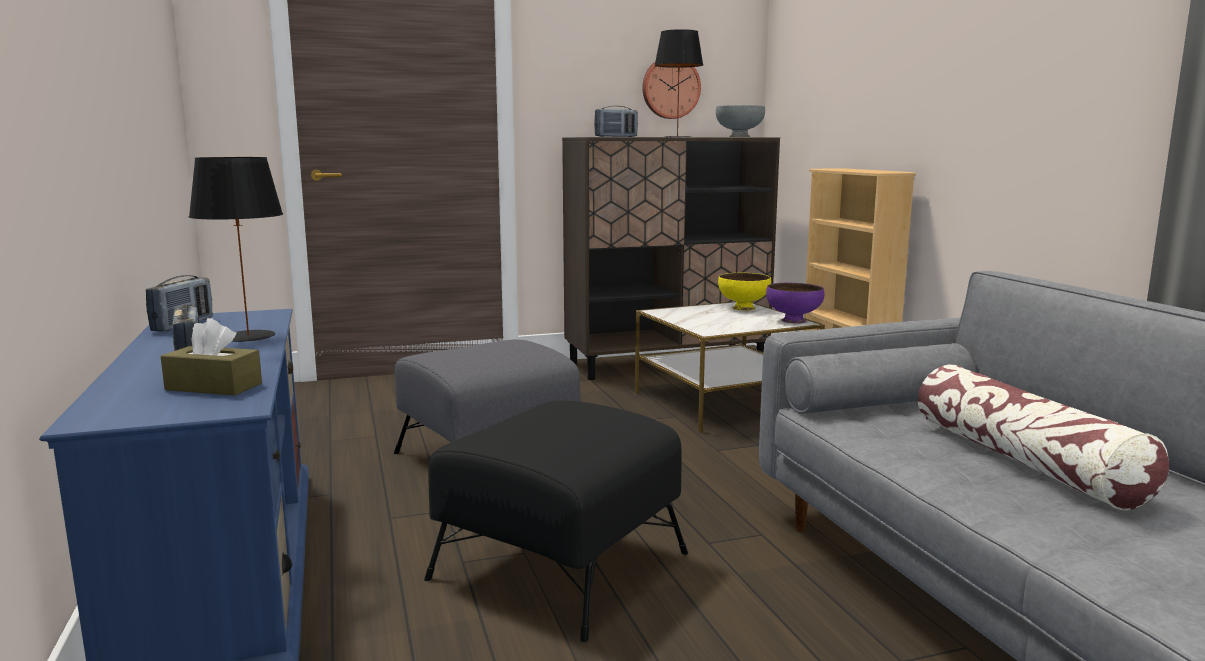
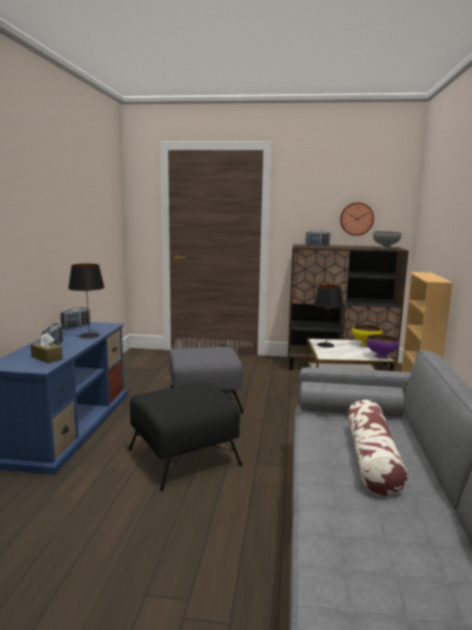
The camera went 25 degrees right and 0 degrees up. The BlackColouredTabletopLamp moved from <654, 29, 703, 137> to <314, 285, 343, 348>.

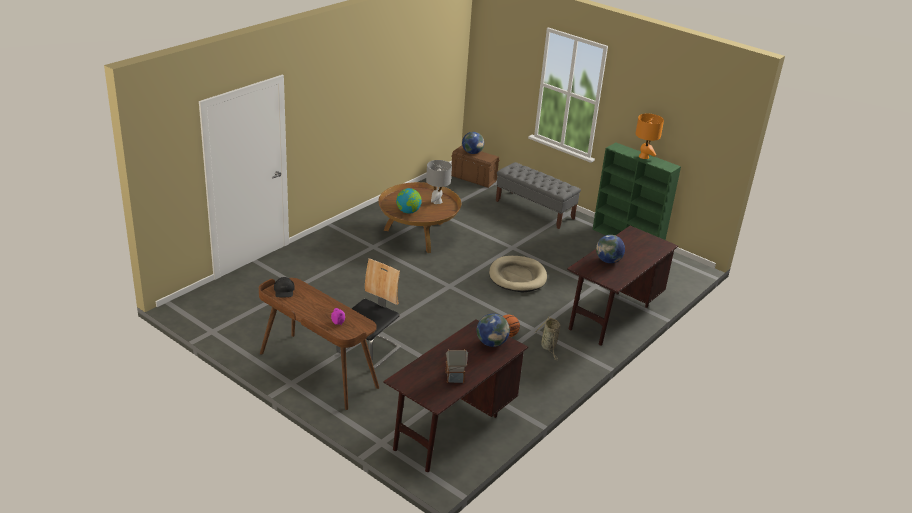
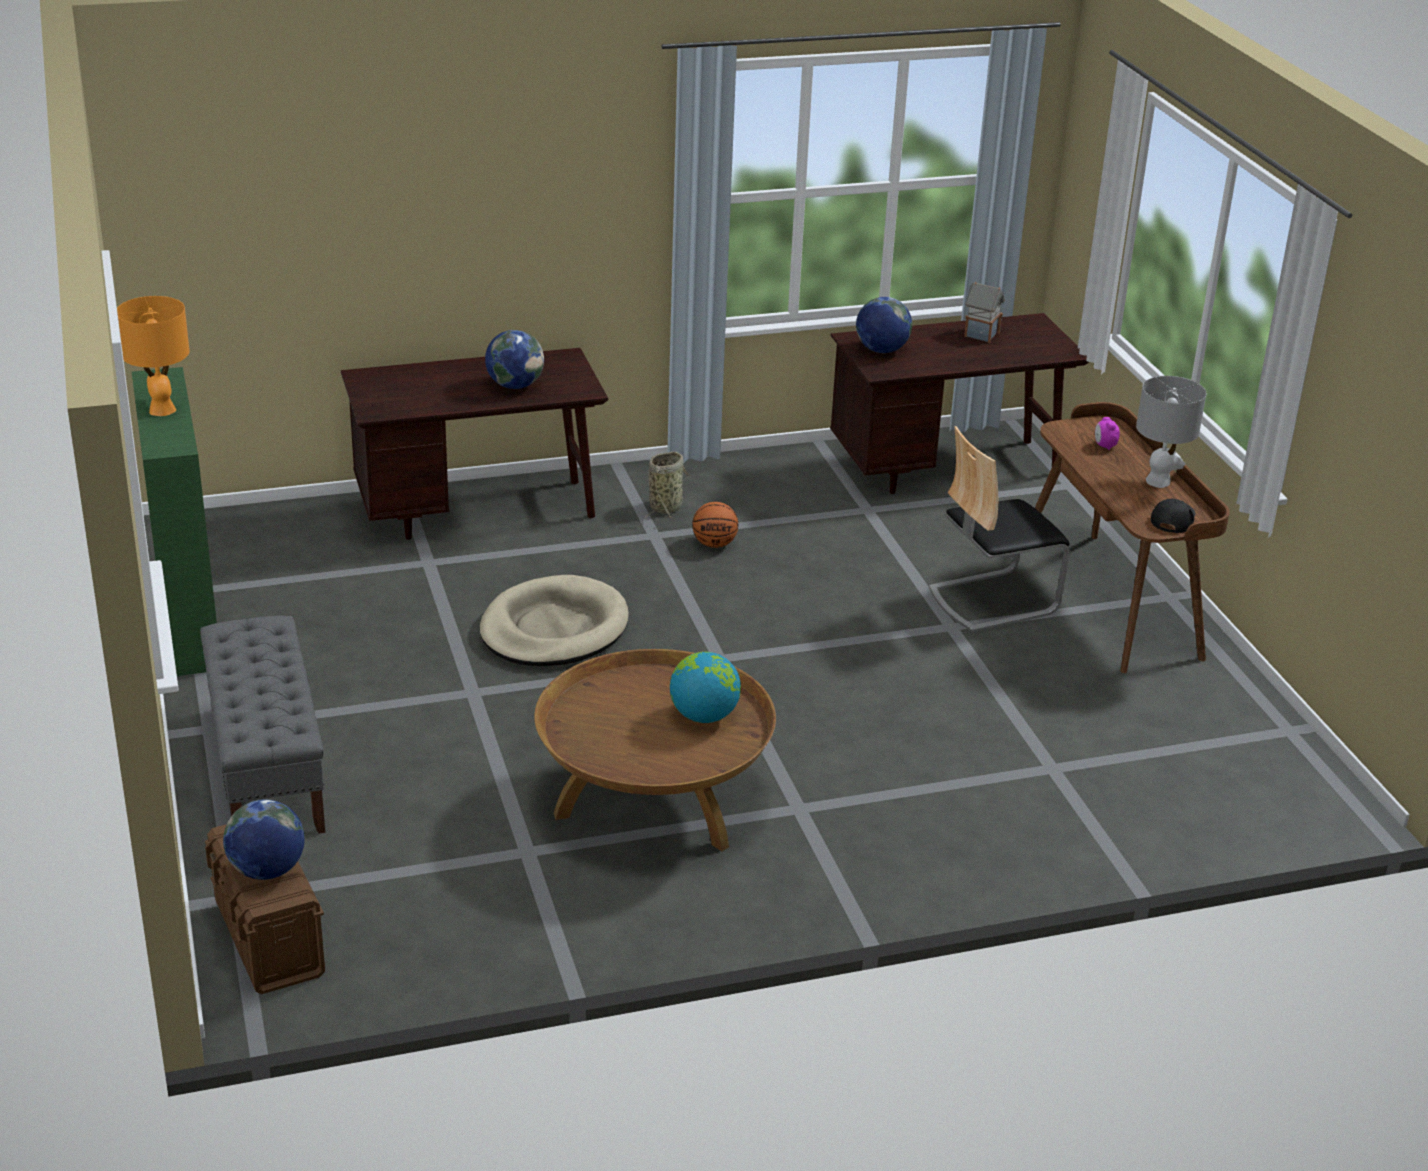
The camera went 145 degrees left and 0 degrees up. The GrayTabletopLamp moved from <426, 160, 452, 204> to <1136, 376, 1206, 488>.

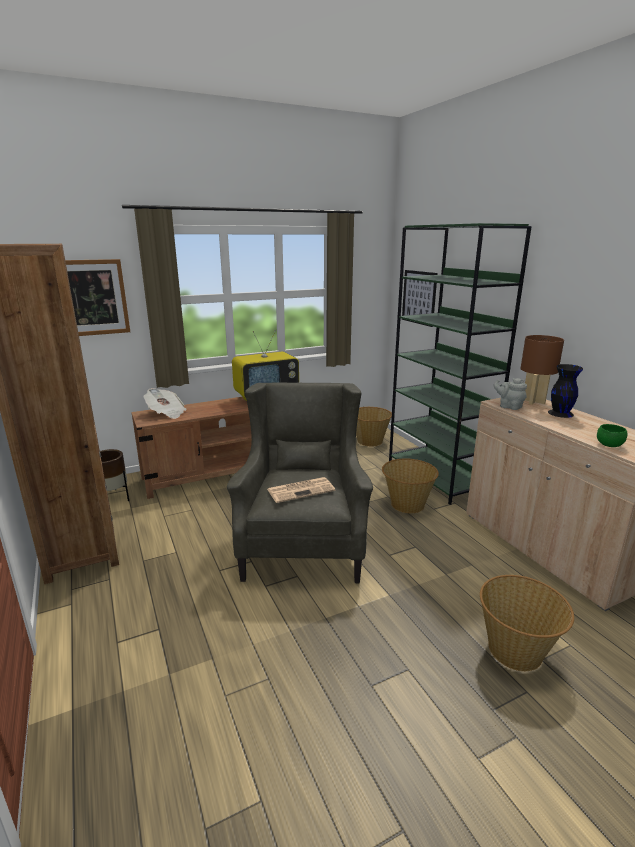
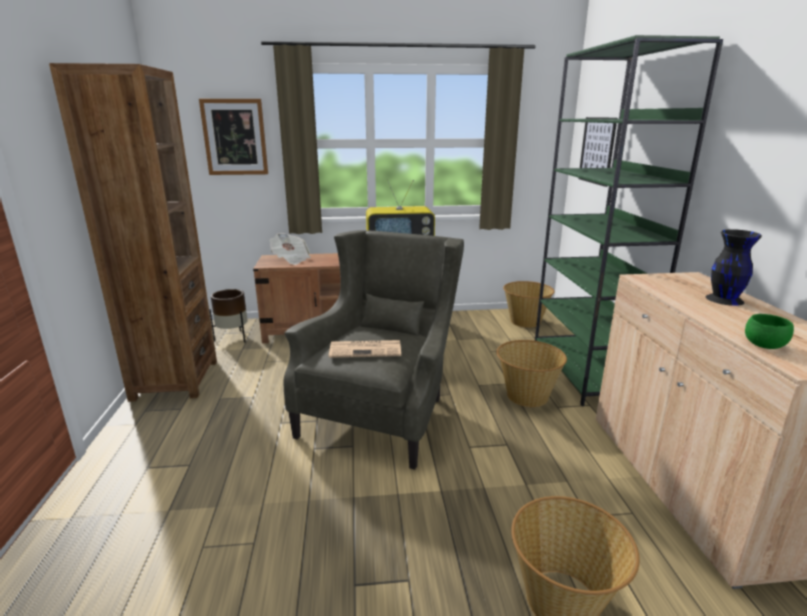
The camera went 20 degrees right and 0 degrees up. The GrayTeapot at <493, 378, 527, 410> disappeared. The BrownTabletopLamp at <520, 335, 564, 405> disappeared.

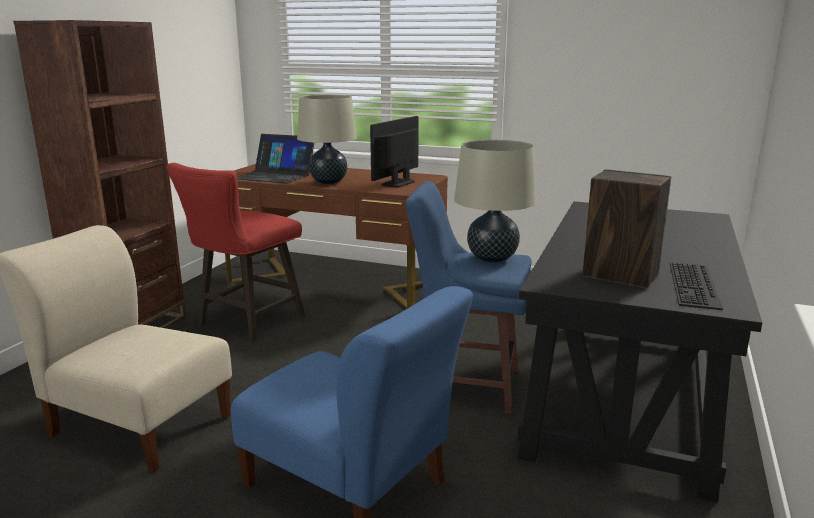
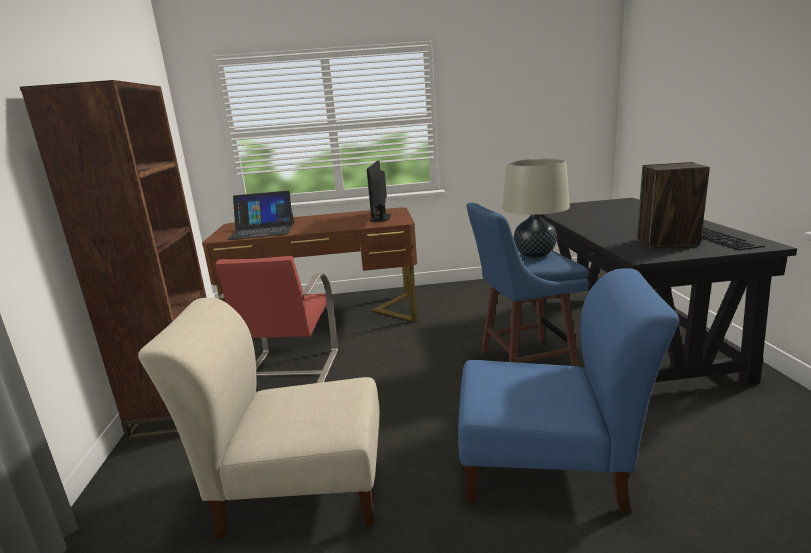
The camera went 25 degrees left and 0 degrees up. The RedColouredStool at <166, 163, 306, 342> was replaced by the RedColouredUprightChair at <215, 256, 338, 383>. The BeigeColouredTabletopLamp at <297, 95, 357, 184> disappeared.

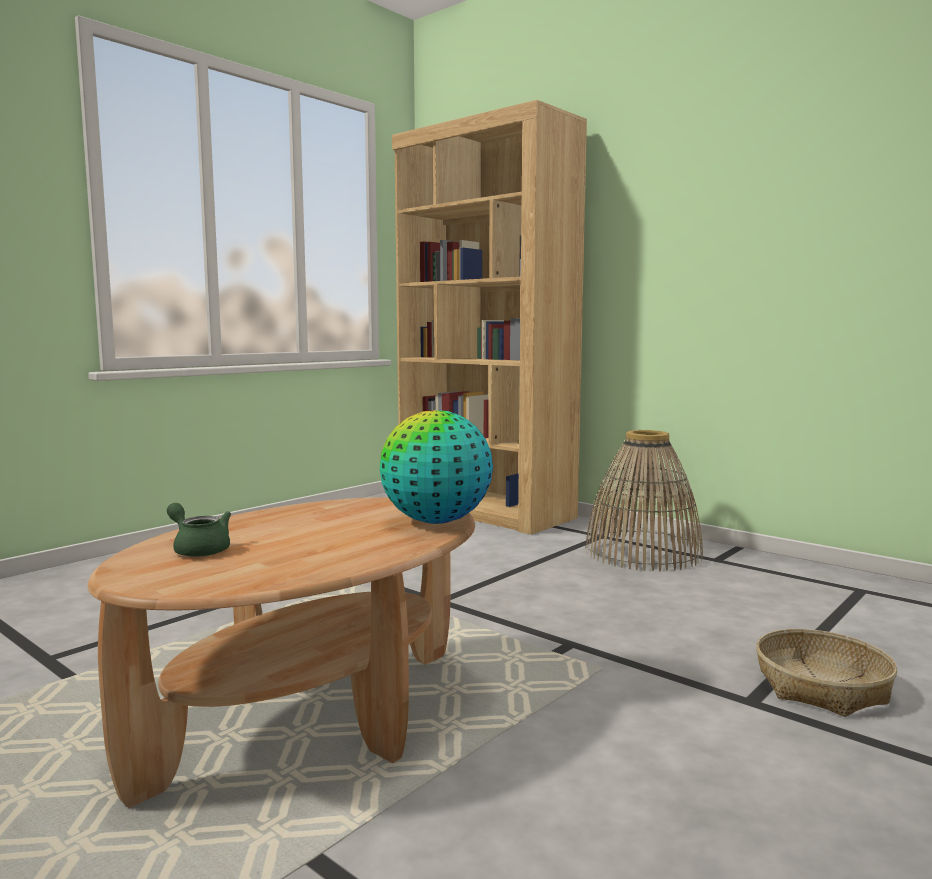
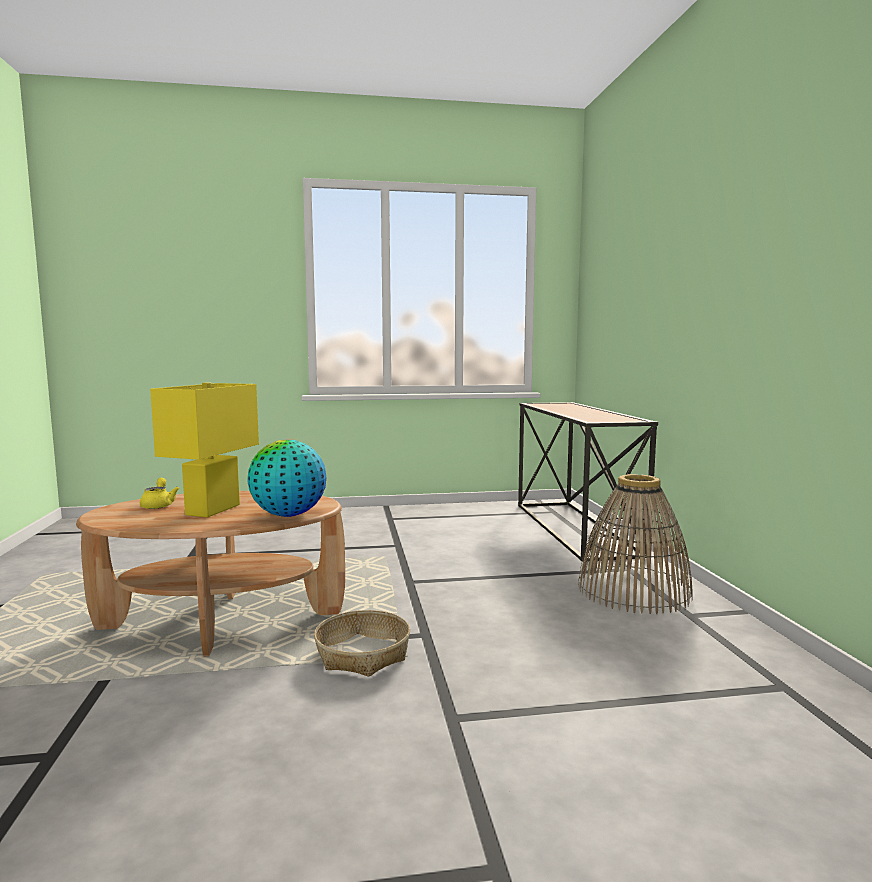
The camera went 40 degrees right and 0 degrees up. The GreenColouredTeapot at <167, 503, 231, 557> became the YellowTeapot at <140, 478, 179, 509>. The YellowTabletopLamp at <150, 383, 259, 517> appeared. The StorageBasket moved from <756, 629, 897, 717> to <314, 610, 410, 677>. The BrownShelvingUnit at <392, 100, 587, 535> was replaced by the NarrowTable at <518, 402, 658, 562>.

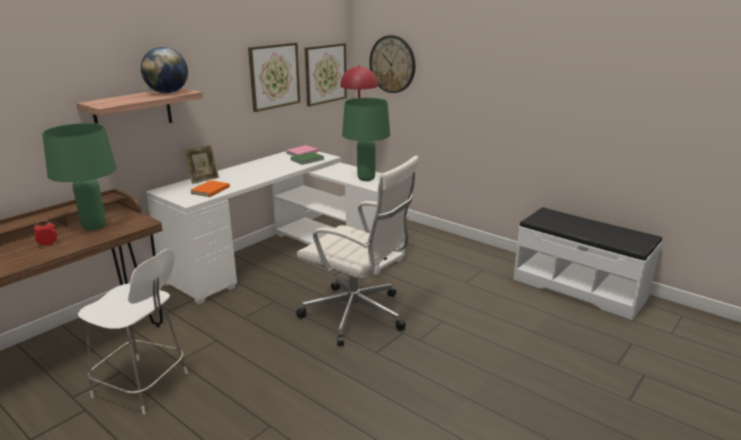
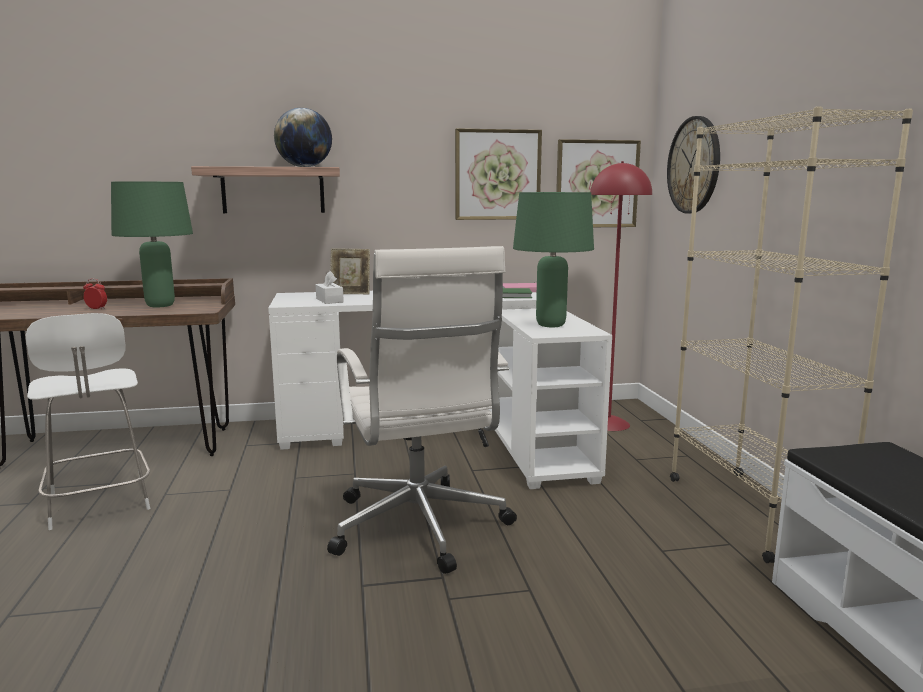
The camera went 40 degrees right and 10 degrees down. The OrangeColouredBoundBook at <190, 180, 230, 197> was replaced by the WhiteColouredTissueHolder at <316, 271, 344, 304>. The BeigeColouredShelvingUnit at <670, 106, 913, 563> appeared.

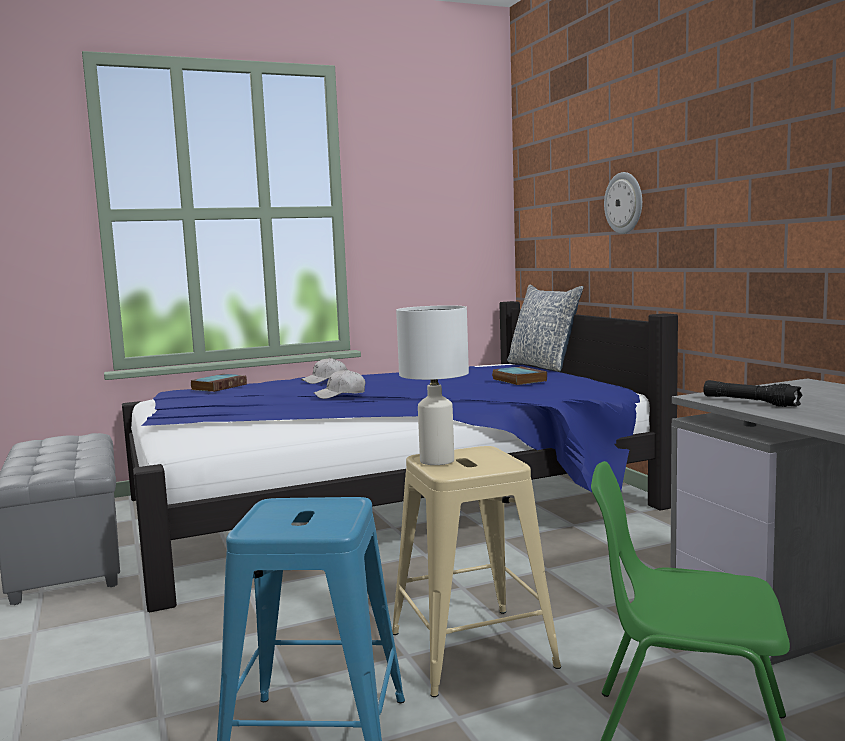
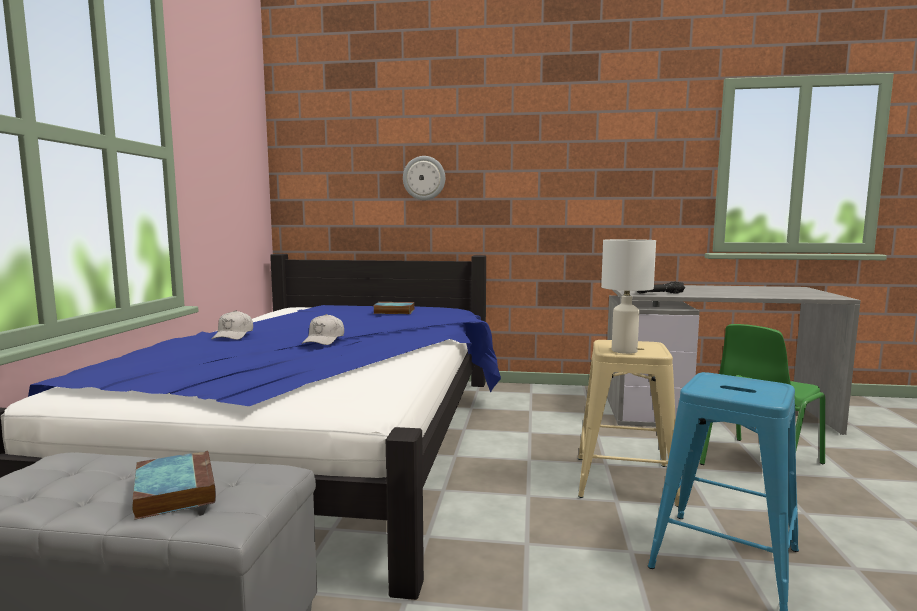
The camera went 60 degrees left and 0 degrees up. The BoundBook moved from <190, 374, 247, 392> to <132, 451, 216, 520>. The Pillow at <507, 285, 584, 372> disappeared.

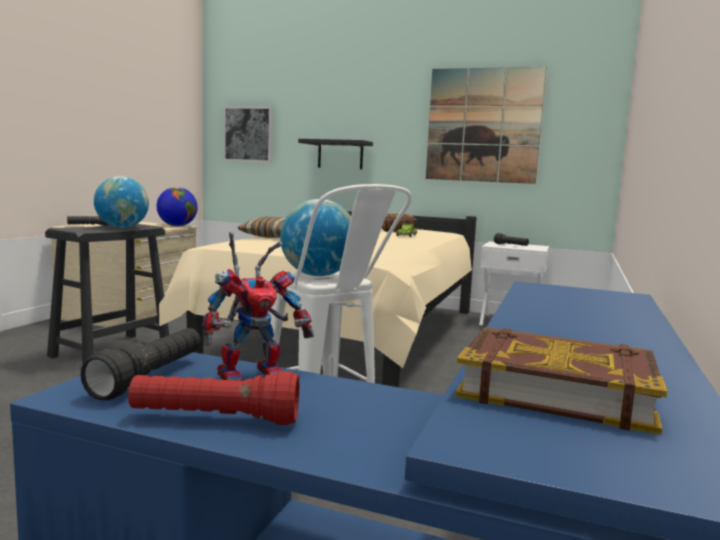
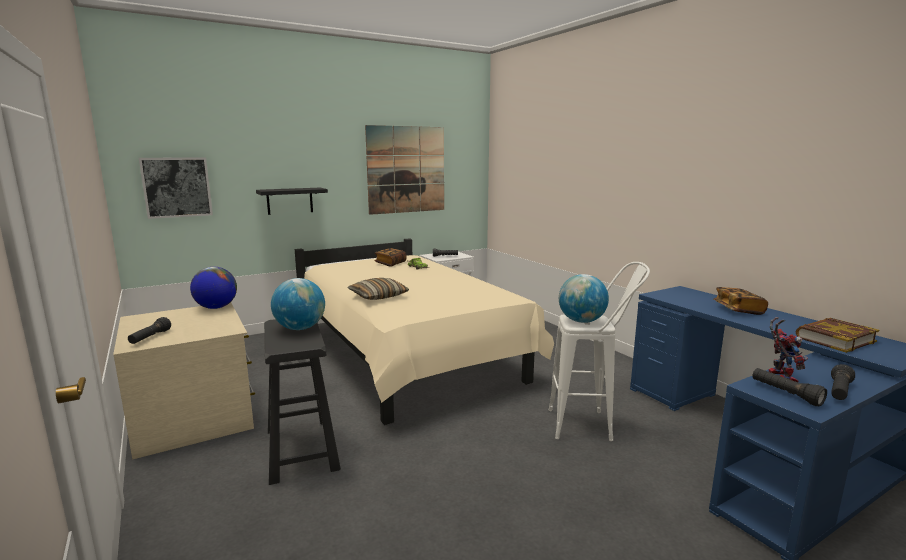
The camera went 50 degrees left and 5 degrees up. The BoundBook at <714, 287, 768, 315> appeared. The RedColouredFlashlight at <128, 371, 299, 425> became the BlackColouredFlashlight at <831, 364, 855, 400>.

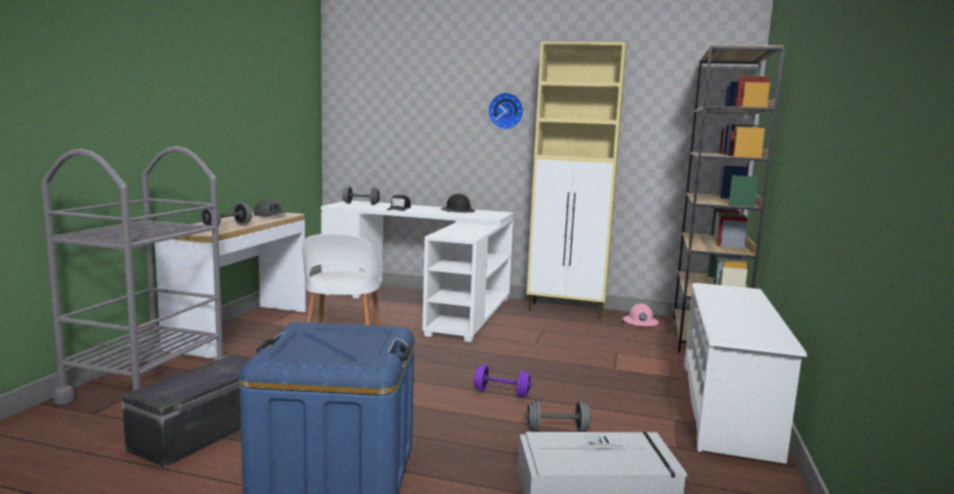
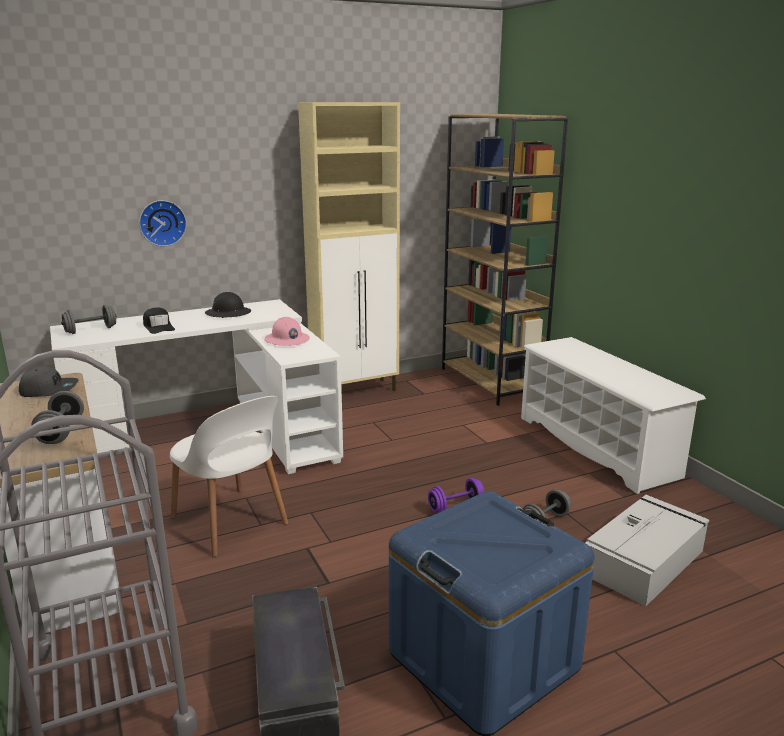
The camera went 40 degrees left and 10 degrees up. The WallClock moved from <488, 92, 524, 130> to <139, 200, 187, 247>. The PinkColouredSafetyHelmet moved from <623, 303, 659, 326> to <264, 317, 310, 346>.

